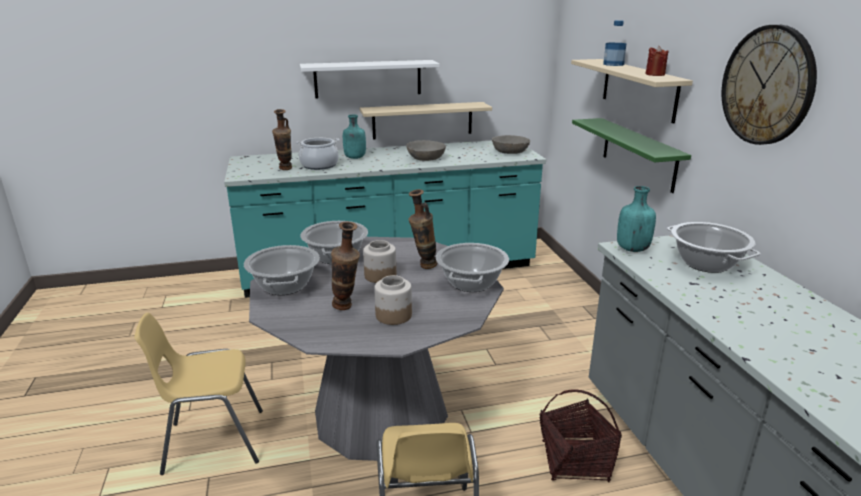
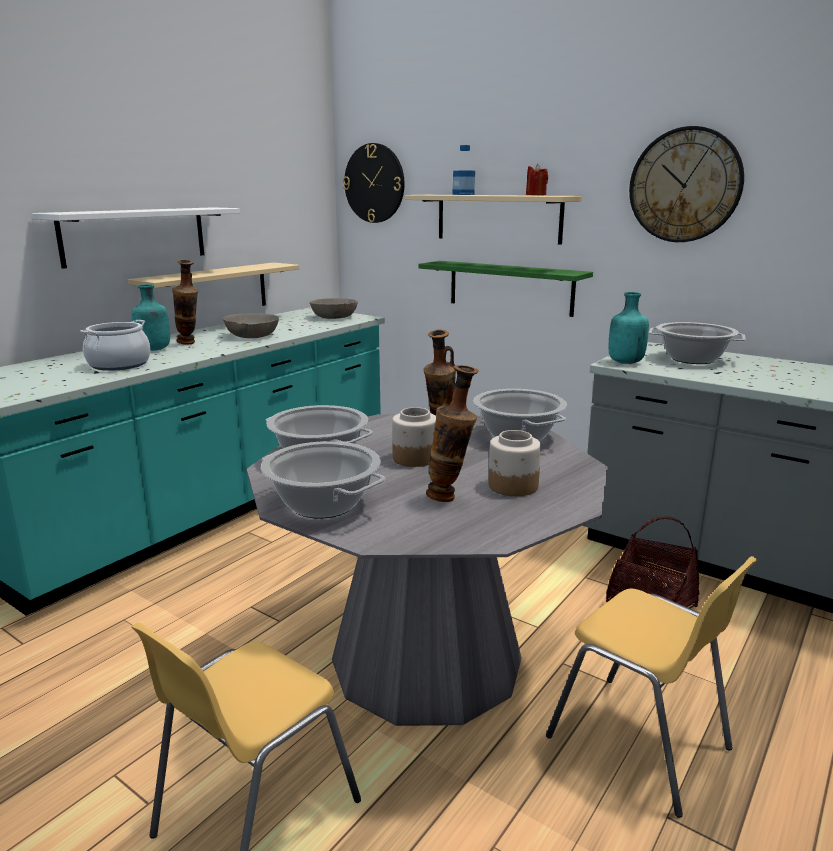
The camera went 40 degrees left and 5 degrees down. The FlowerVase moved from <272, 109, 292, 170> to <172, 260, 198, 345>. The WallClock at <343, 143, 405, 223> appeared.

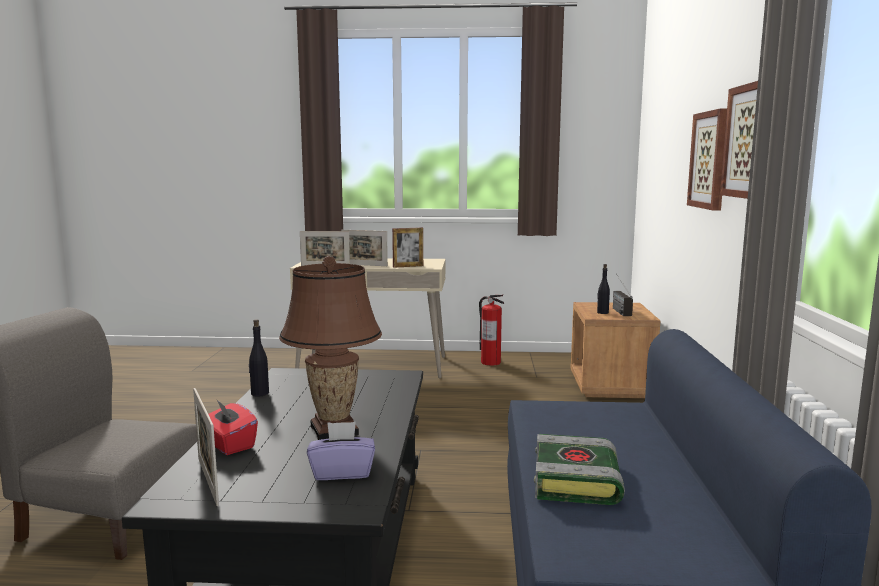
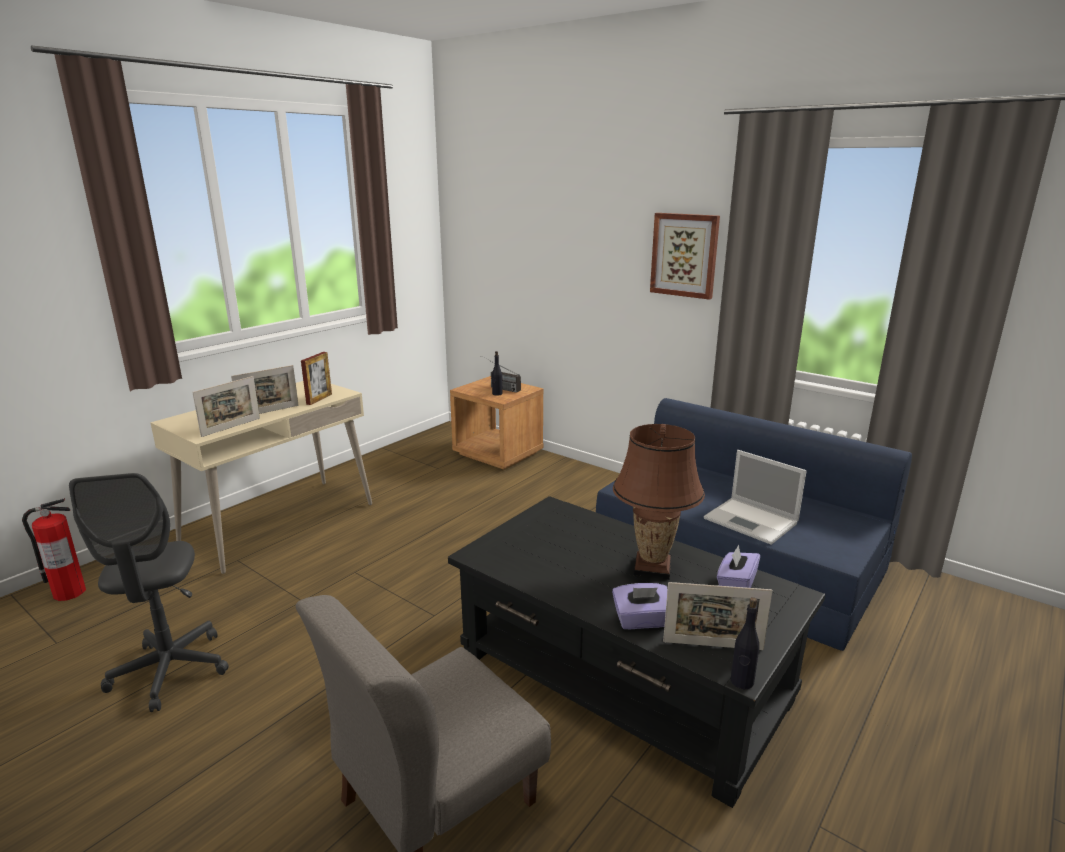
The camera went 55 degrees left and 10 degrees up. The Extinguisher moved from <479, 295, 504, 366> to <22, 498, 86, 601>. The GrayComputerChair at <69, 473, 229, 712> appeared. The RedColouredTissueHolder at <208, 400, 258, 455> became the PurpleColouredTissueHolder at <612, 583, 668, 629>. The BoundBook at <534, 434, 625, 505> was replaced by the NotebookComputer at <704, 450, 807, 545>. The BlackColouredBottle moved from <249, 319, 269, 396> to <731, 597, 759, 690>. The WallArt at <687, 108, 727, 210> disappeared.

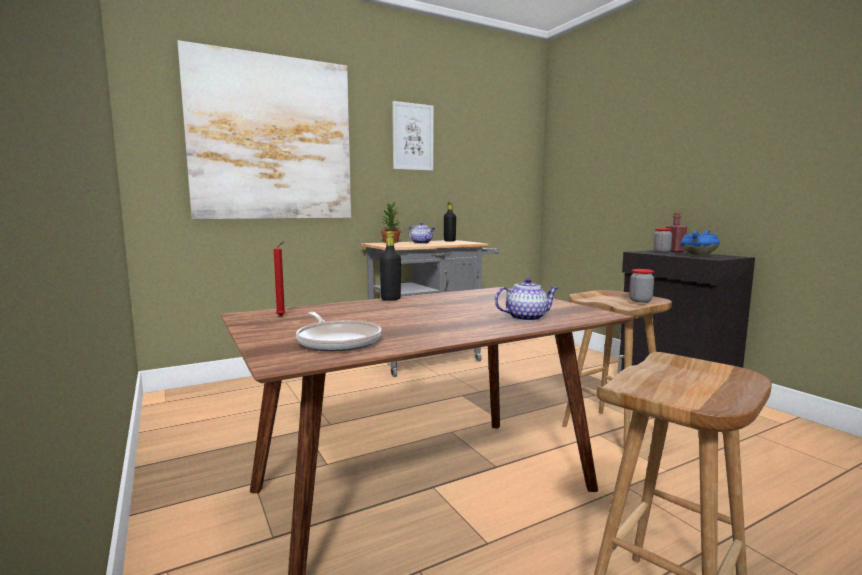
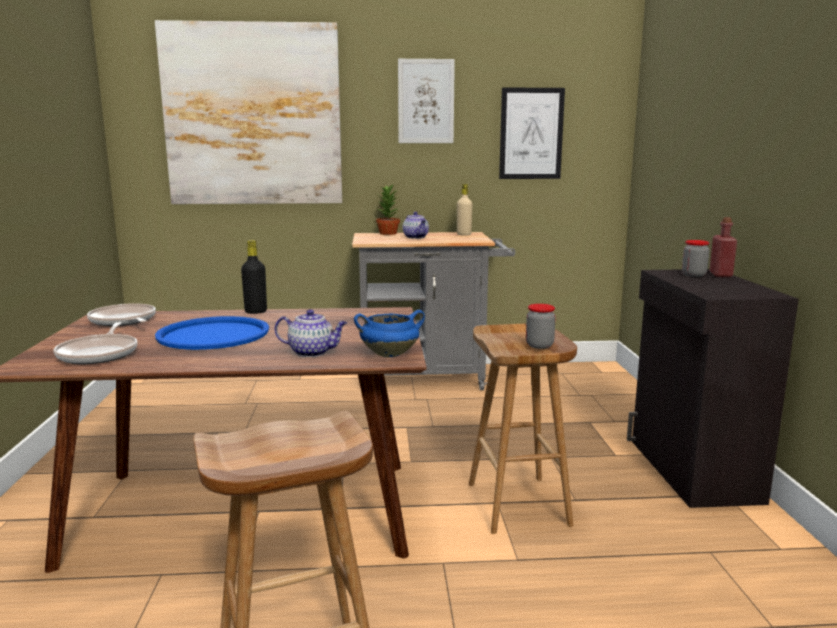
The camera went 25 degrees right and 5 degrees up. The RedColouredCandle at <274, 241, 285, 316> was replaced by the Pan at <87, 303, 156, 326>. The BluishServingTray at <155, 316, 269, 350> appeared. The BluishStockpot moved from <680, 230, 720, 256> to <354, 310, 425, 358>. The BlackColouredBottle at <444, 201, 456, 241> became the BeigeColouredBottle at <457, 184, 472, 236>. The WallArt at <499, 88, 565, 179> appeared.

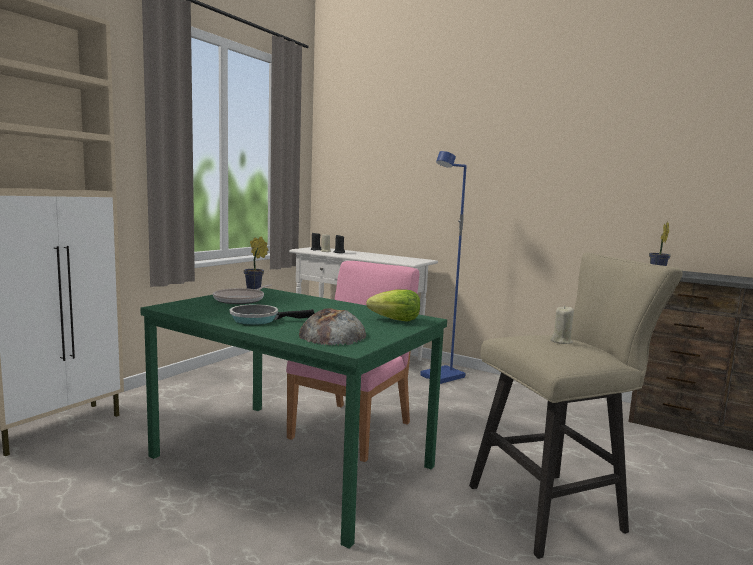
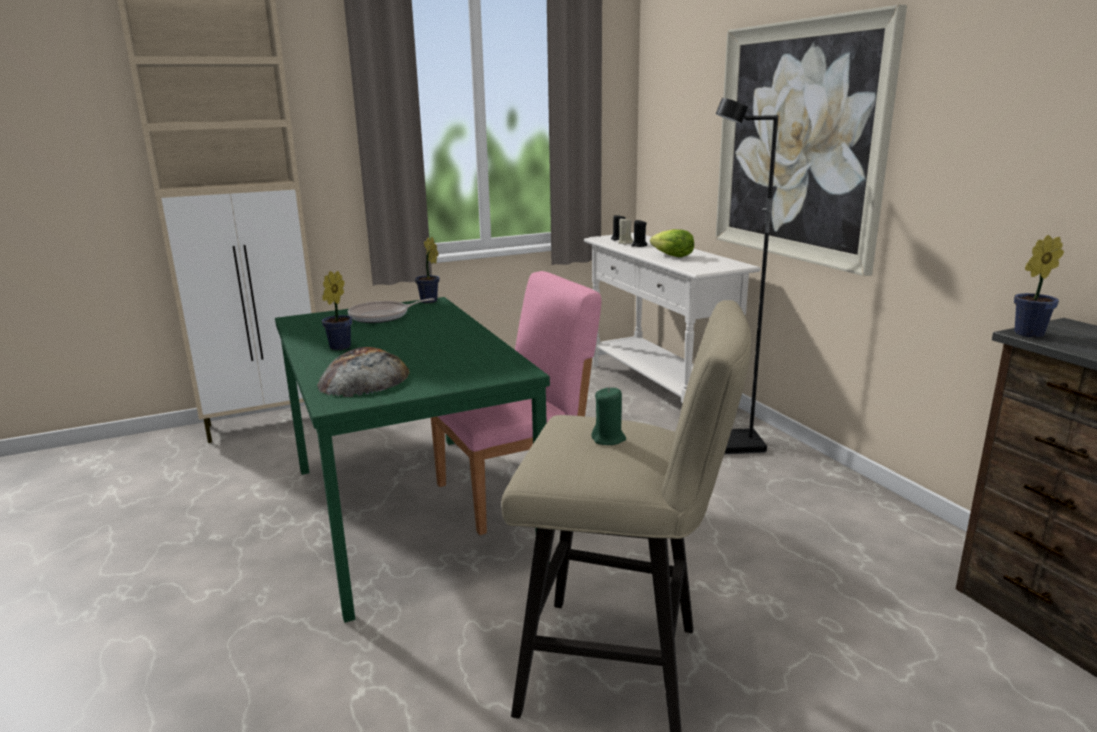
The camera went 35 degrees right and 10 degrees up. The Pan at <230, 304, 314, 325> was replaced by the Houseplant at <322, 271, 352, 350>. The BeigeColouredCandle at <550, 306, 574, 344> became the GreenColouredCandle at <592, 387, 626, 445>. The Lettuce moved from <366, 290, 420, 322> to <650, 229, 694, 257>. The WallArt at <715, 5, 907, 276> appeared. The BluishFloorLamp at <420, 151, 467, 384> became the BlackColouredFloorLamp at <716, 98, 778, 454>.

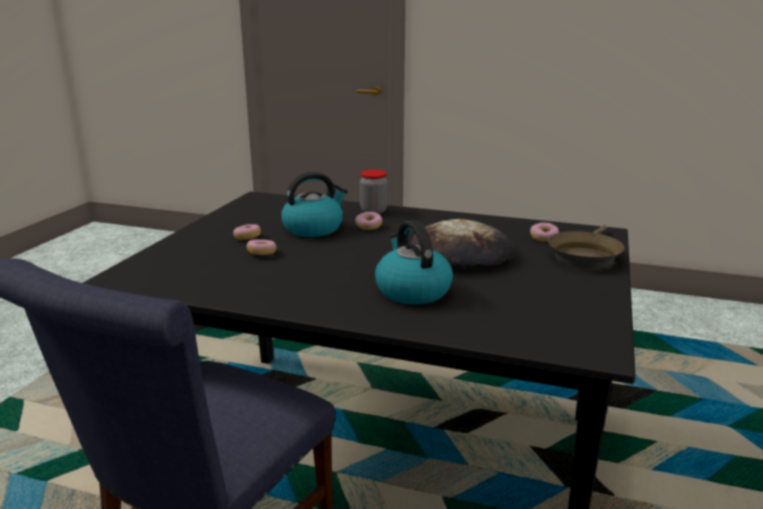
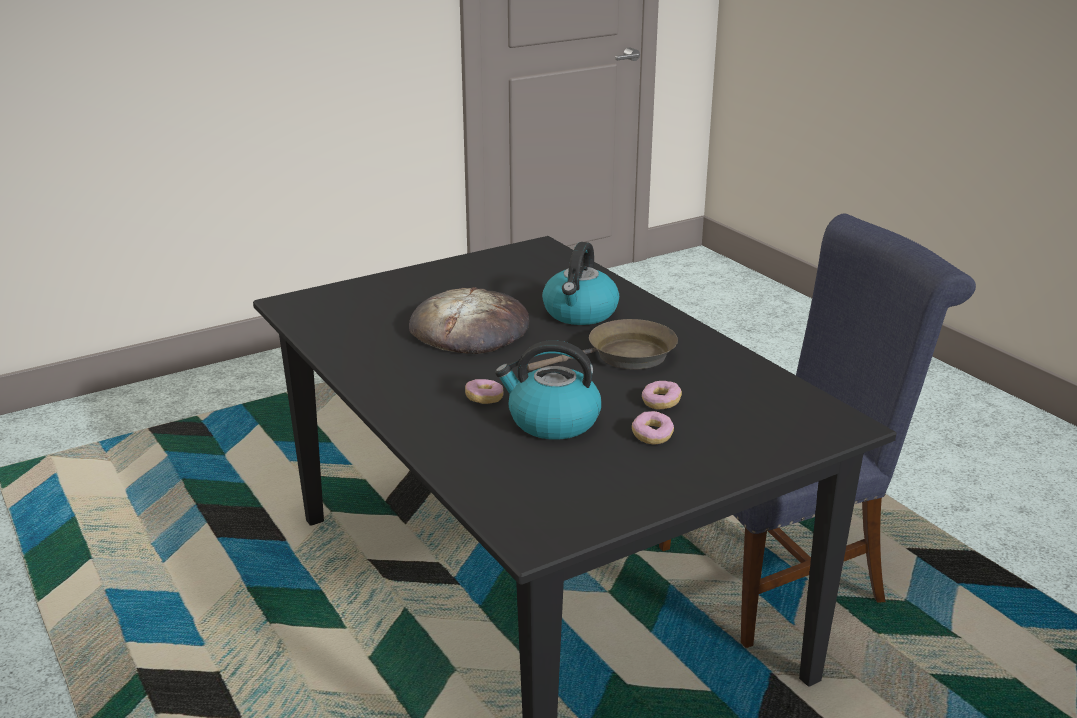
The camera went 140 degrees left and 5 degrees up. The BrownPan moved from <548, 225, 625, 269> to <527, 319, 678, 371>. The PreserveJar at <360, 170, 388, 214> disappeared. The RingDoughnut at <530, 223, 559, 242> disappeared.

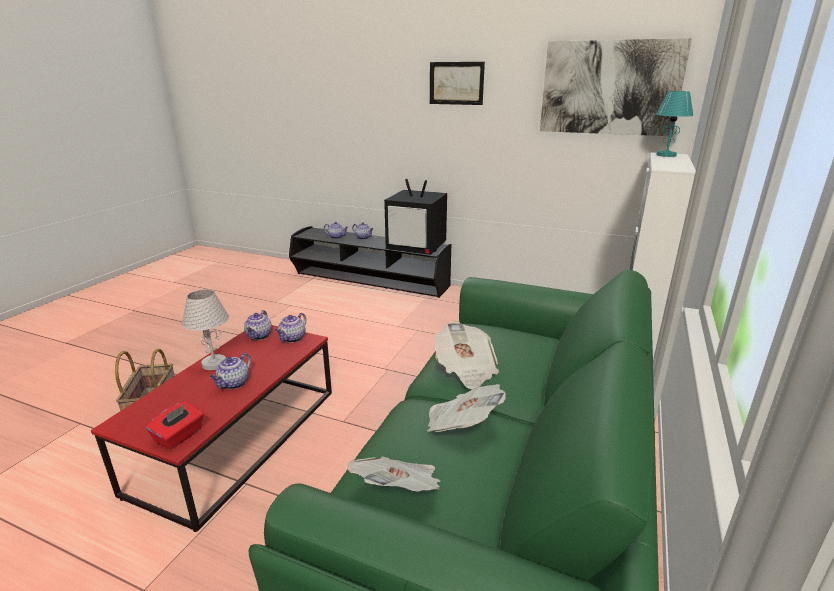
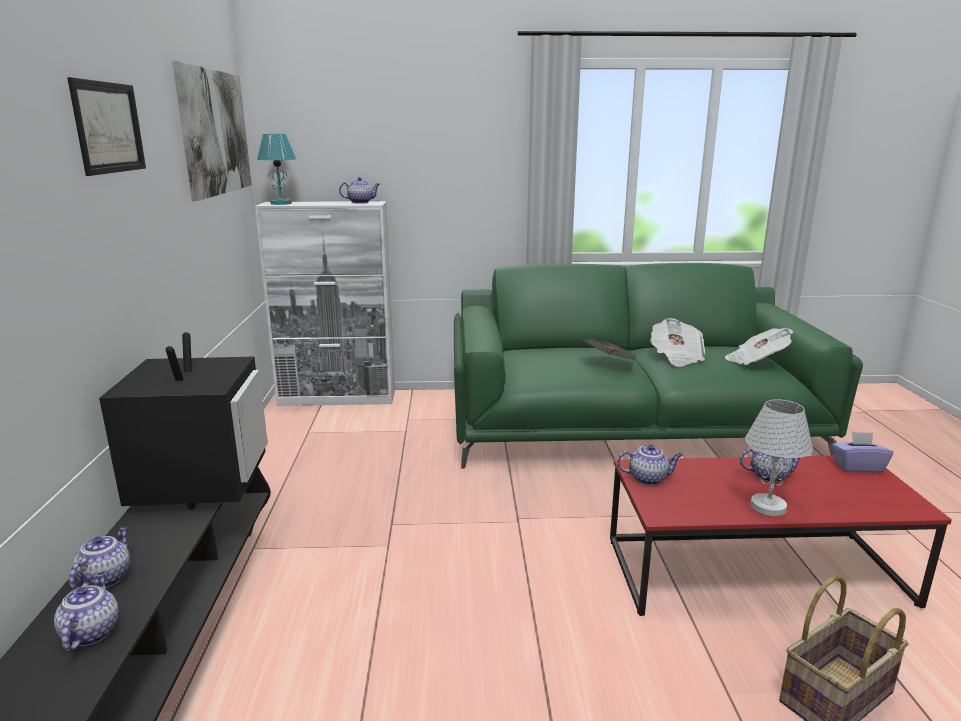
The camera went 115 degrees left and 5 degrees down. The Teapot moved from <244, 310, 272, 340> to <339, 177, 380, 203>. The RedColouredTissueHolder at <146, 401, 204, 450> became the PurpleColouredTissueHolder at <832, 432, 893, 473>.

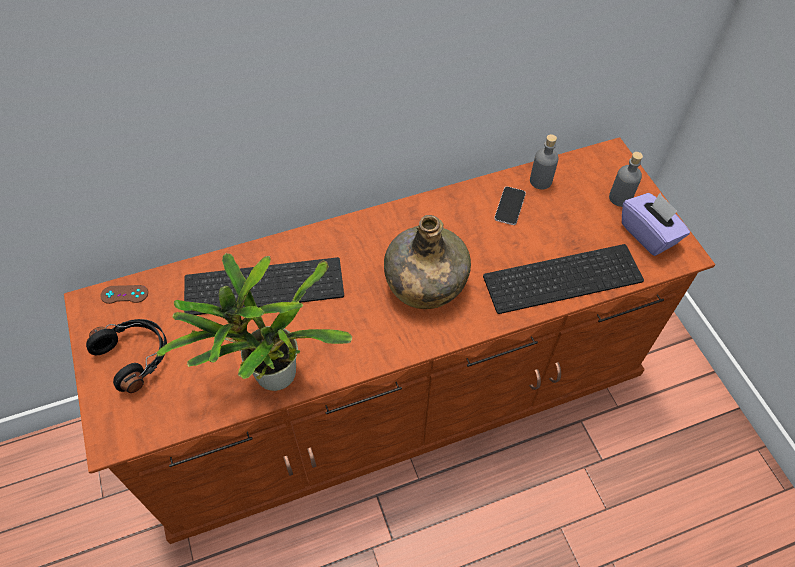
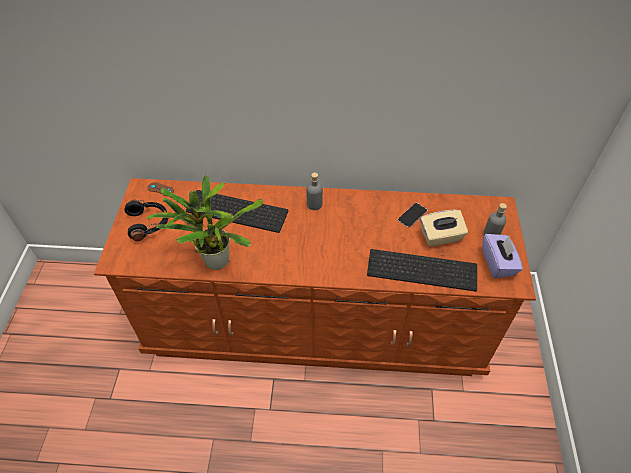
The camera went 25 degrees right and 5 degrees down. The GrayBottle moved from <530, 134, 559, 190> to <307, 173, 323, 210>. The BeigeColouredTissueHolder at <420, 210, 468, 246> appeared. The GreenColouredBottle at <384, 215, 471, 309> disappeared.

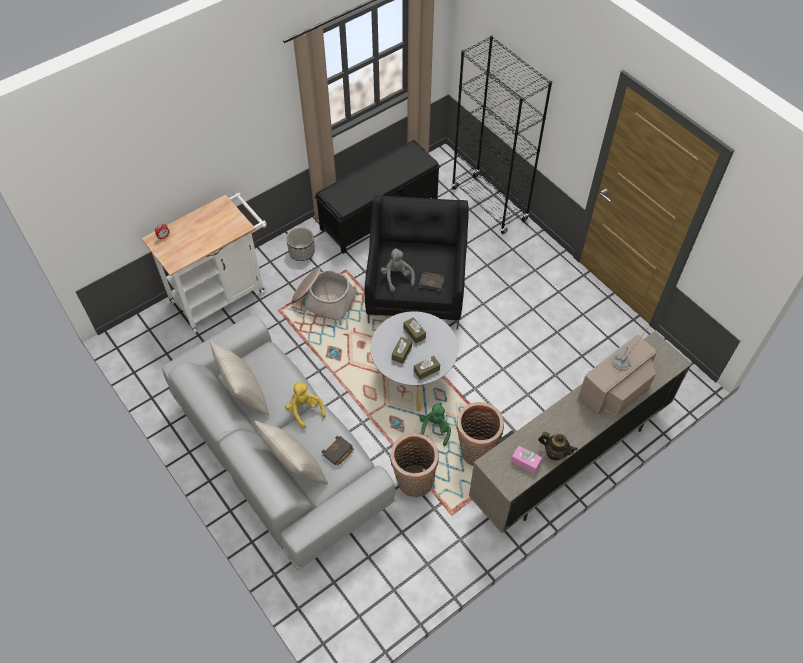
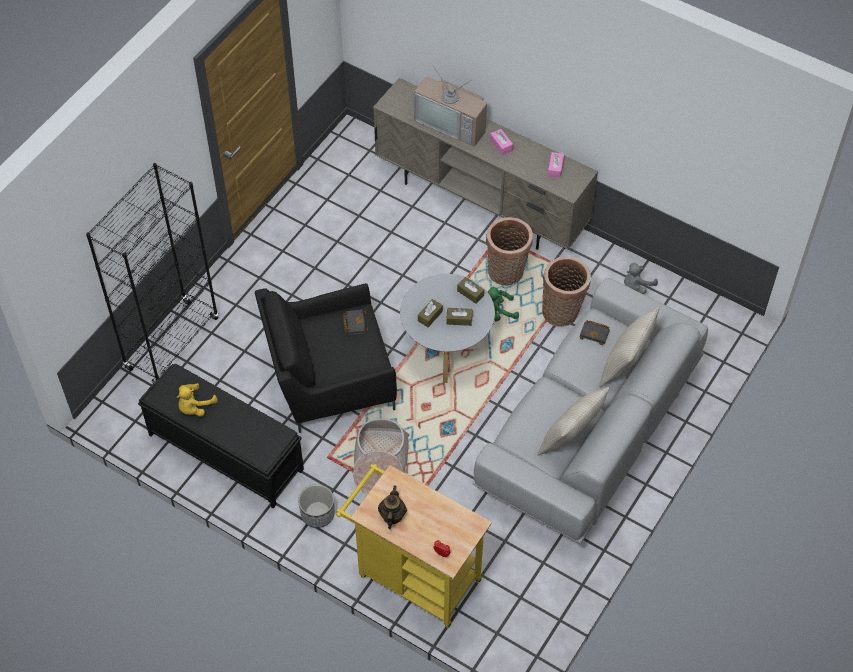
The camera went 110 degrees left and 0 degrees up. The YellowSoftToy moved from <285, 381, 326, 429> to <176, 383, 218, 417>. The WhiteColouredTrolley at <141, 193, 267, 333> became the YellowTrolley at <336, 464, 492, 628>. The Teapot moved from <538, 432, 577, 460> to <378, 485, 407, 529>. The PinkColouredTissueHolder at <490, 129, 513, 156> appeared. The GraySoftToy moved from <380, 248, 415, 292> to <624, 263, 658, 294>.

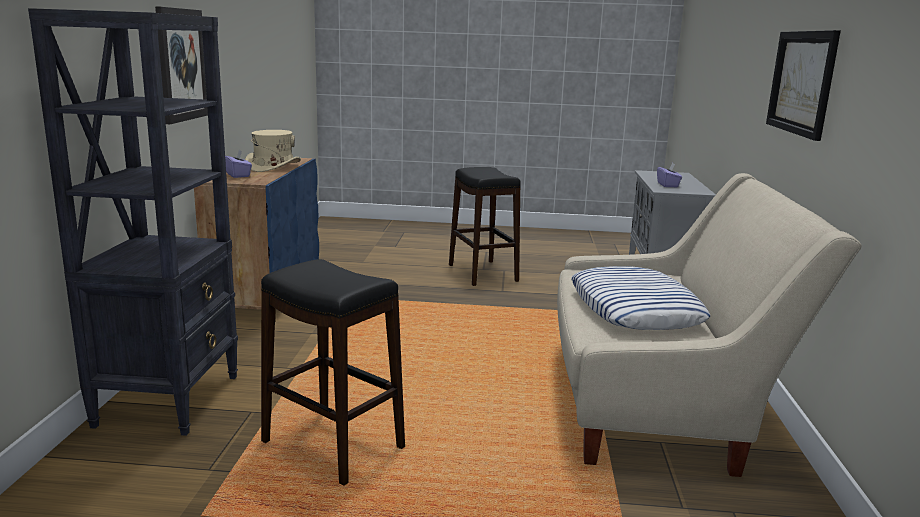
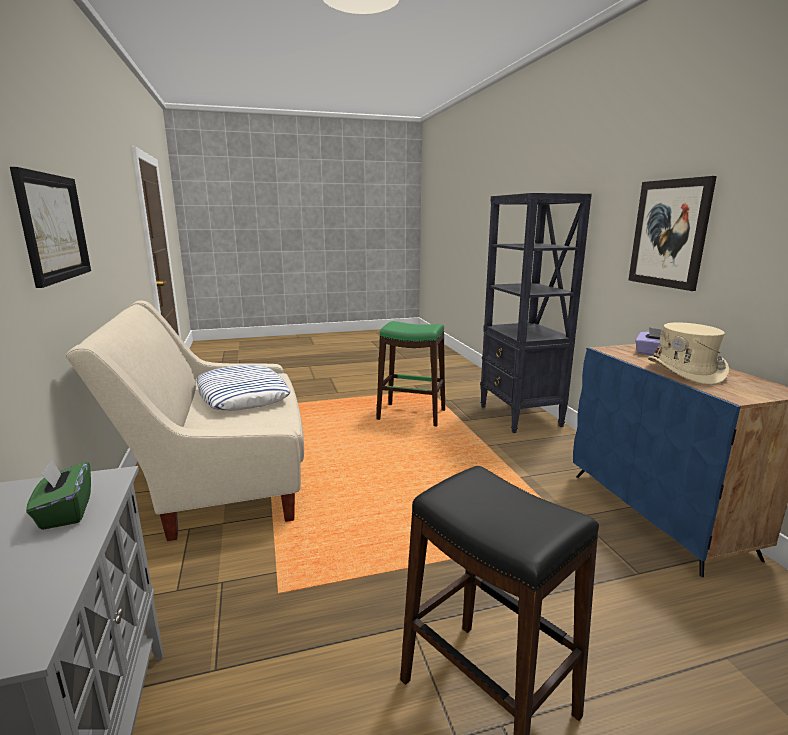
The camera went 160 degrees right and 0 degrees up. The PurpleColouredTissueHolder at <657, 162, 682, 187> became the GreenColouredTissueHolder at <26, 459, 91, 530>. The BlackColouredStool at <261, 259, 405, 486> became the GreenColouredStool at <376, 321, 445, 426>.

